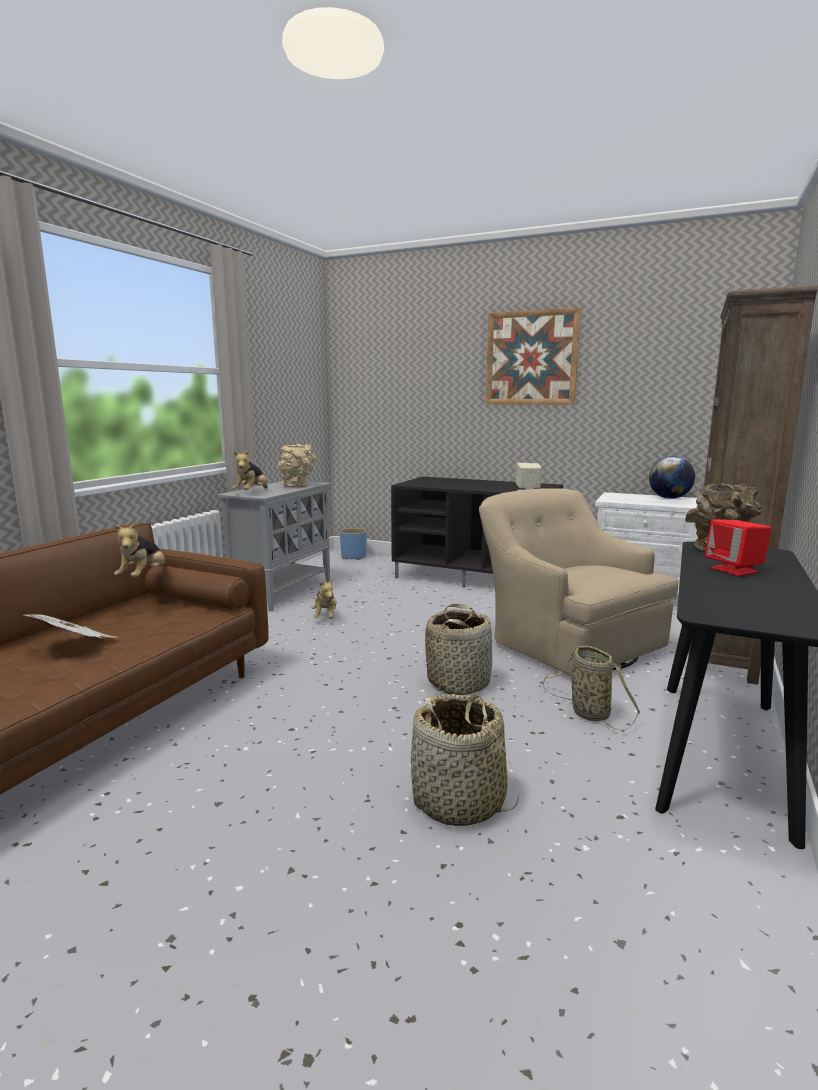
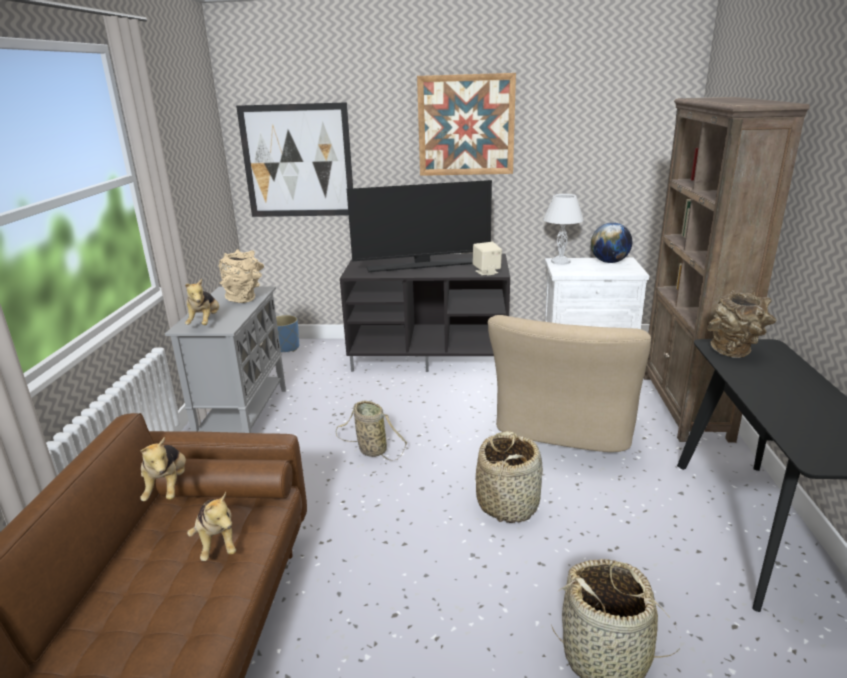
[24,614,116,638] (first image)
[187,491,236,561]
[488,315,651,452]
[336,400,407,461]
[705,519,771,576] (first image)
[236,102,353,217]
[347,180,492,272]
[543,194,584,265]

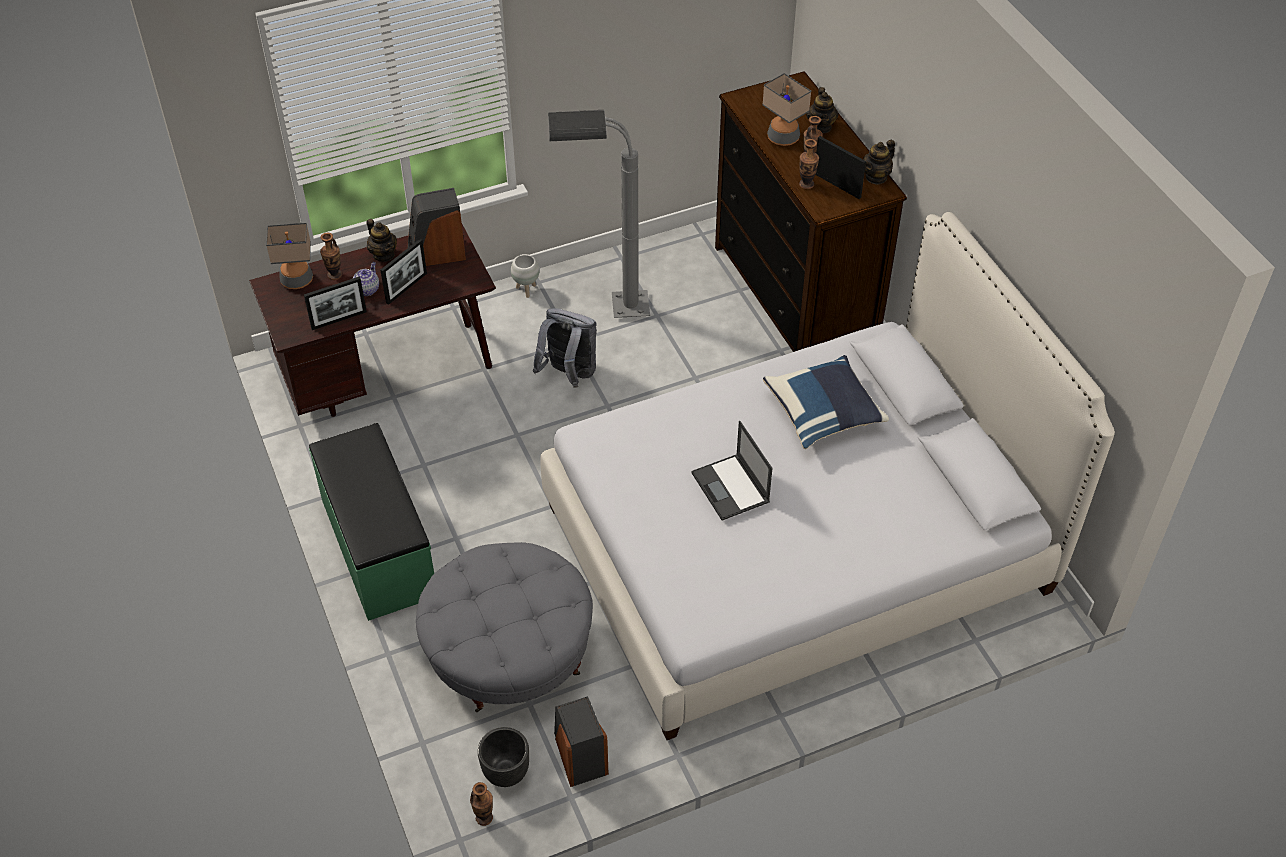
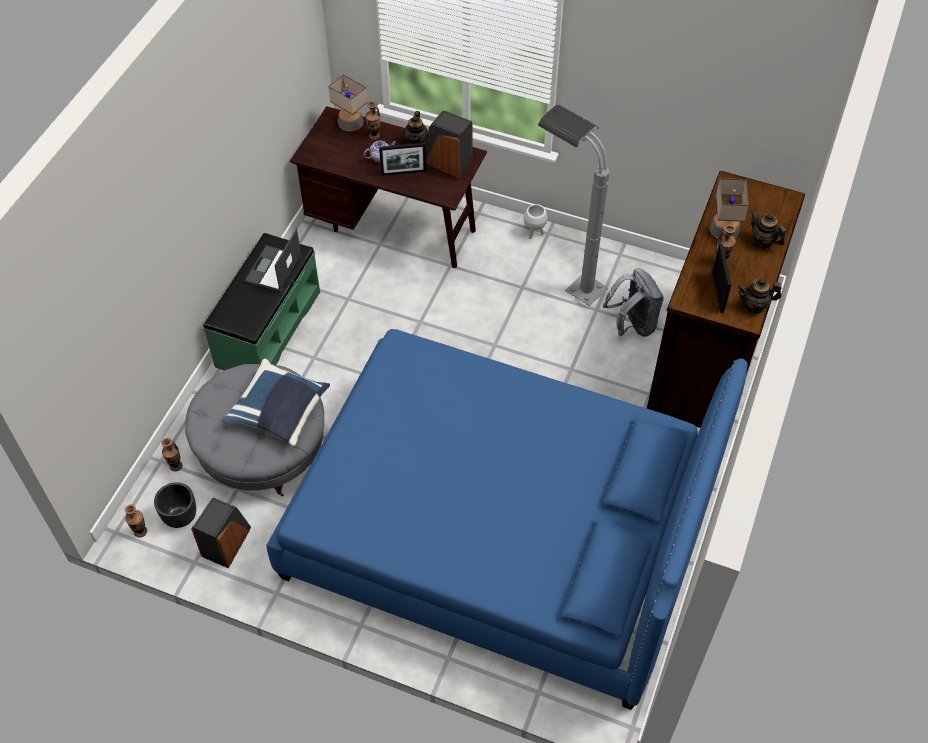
[304,277,367,330] (first image)
[603,268,663,337]
[267,329,748,710]
[244,229,302,292]
[223,358,330,446]
[161,438,182,472]
[751,211,786,249]

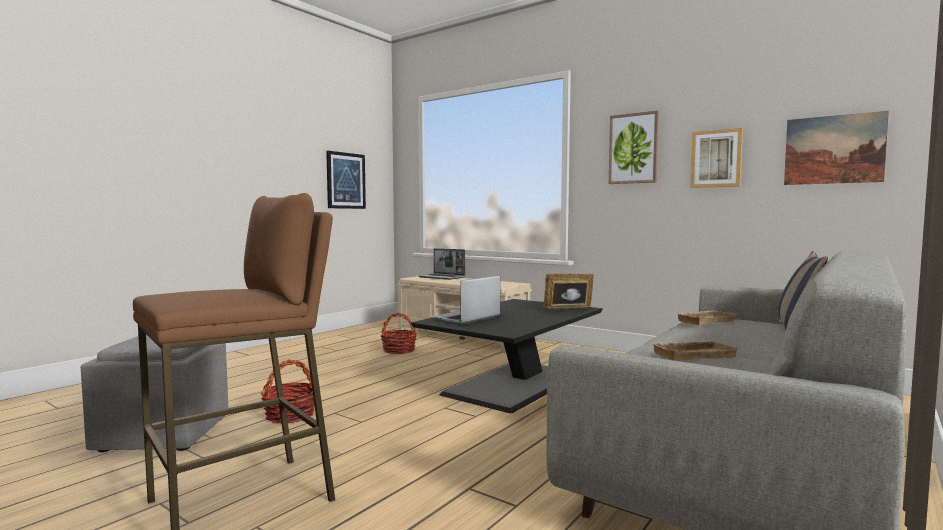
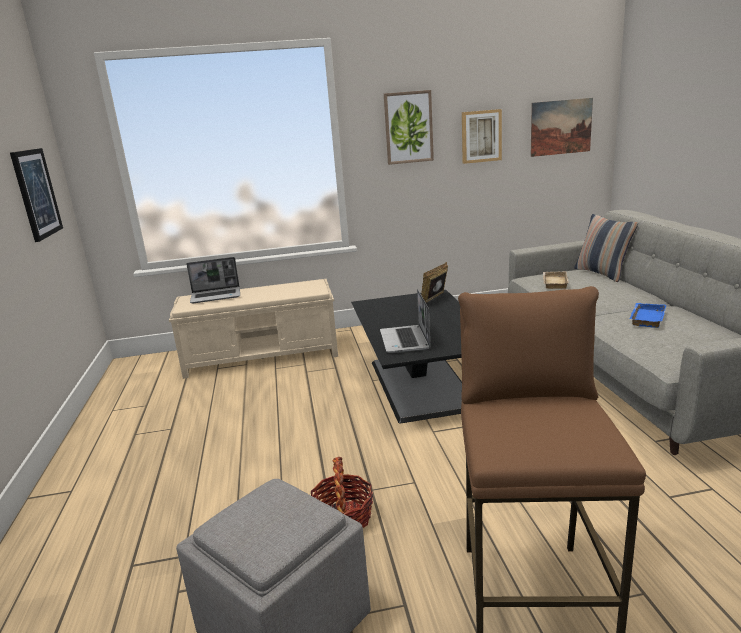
[381,313,417,354] (first image)
[630,303,666,328]

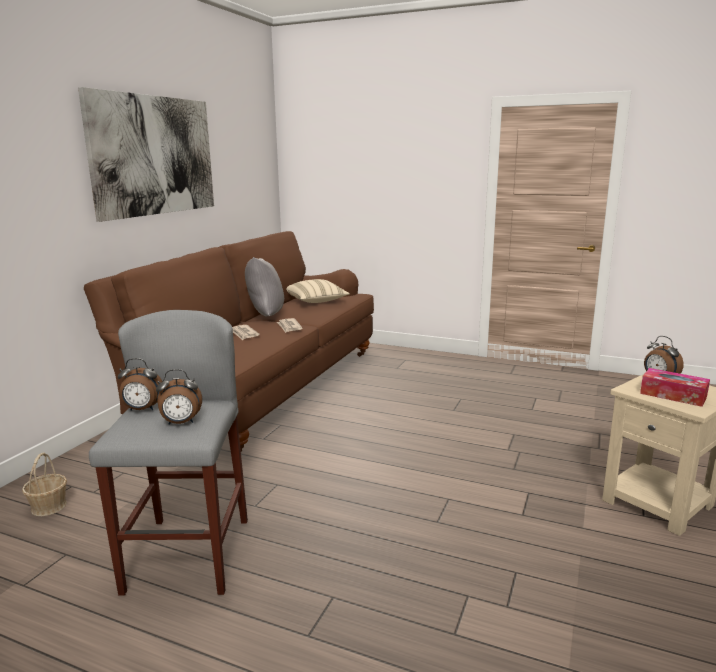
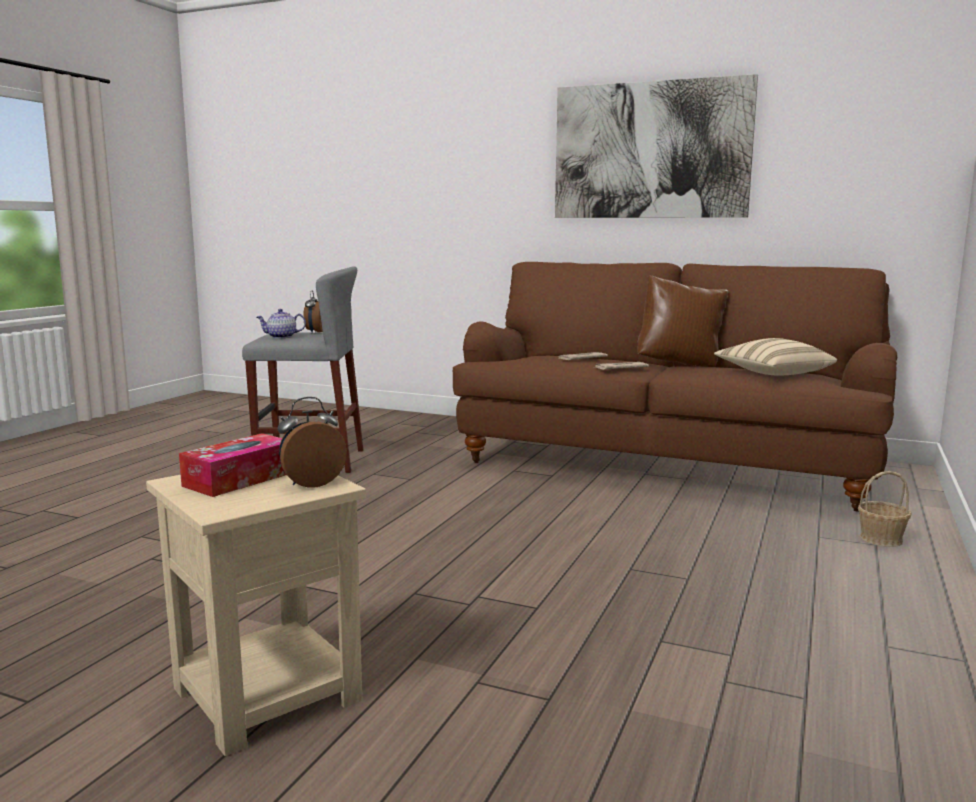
[858,471,912,547]
[257,309,306,338]
[638,274,728,367]

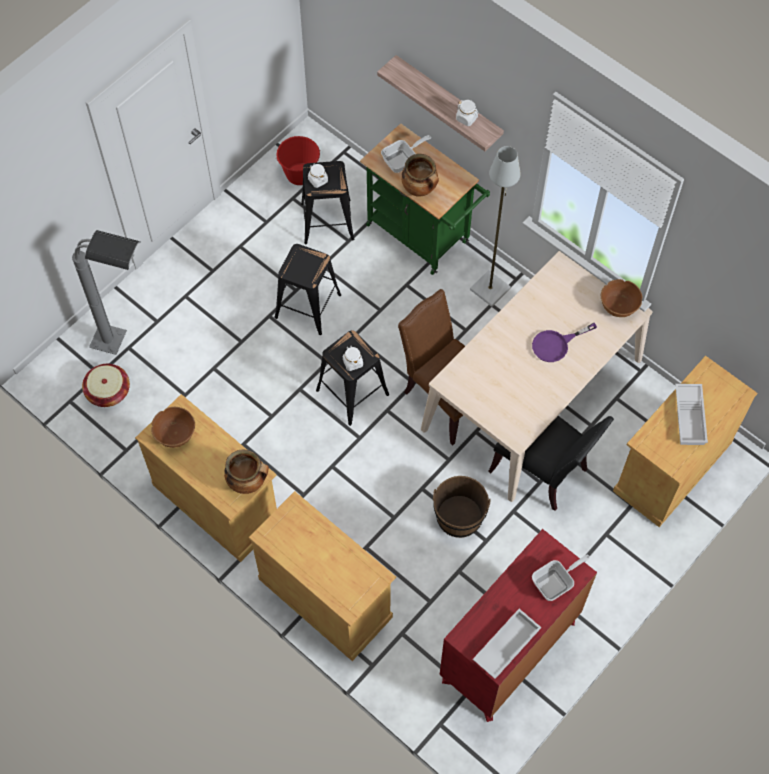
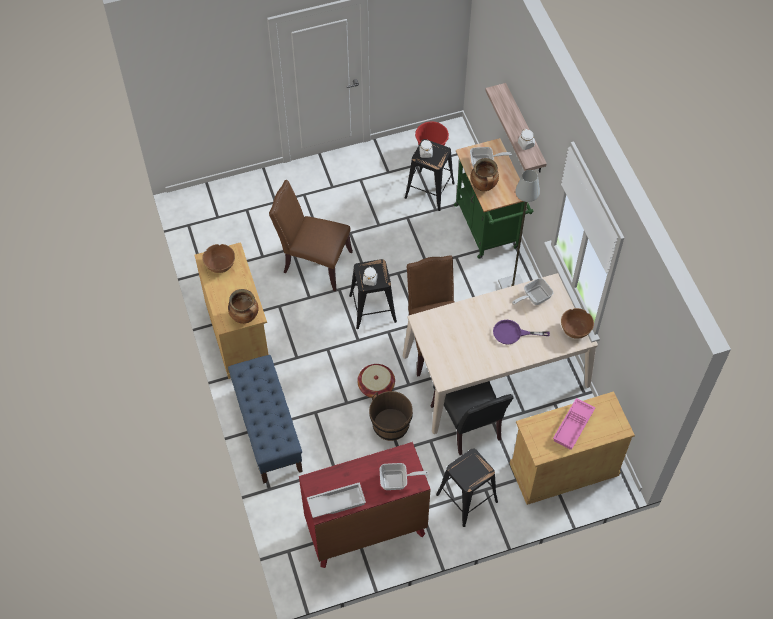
[72,230,141,355] (first image)
[357,364,395,398]
[228,355,303,484]
[436,449,498,527]
[553,398,595,450]
[269,180,353,291]
[512,278,553,305]

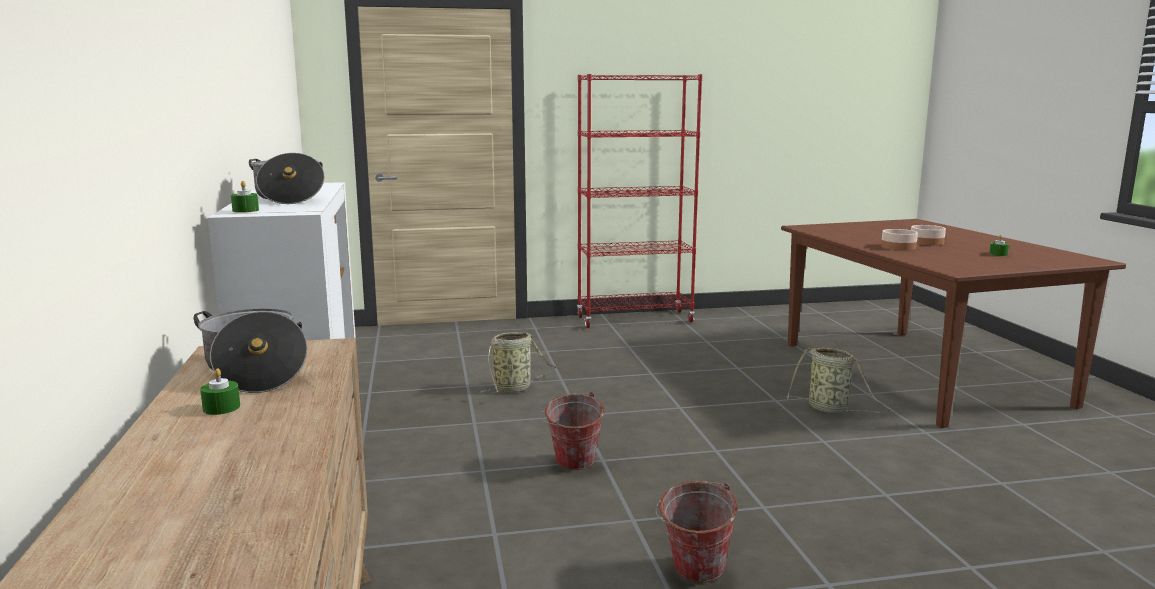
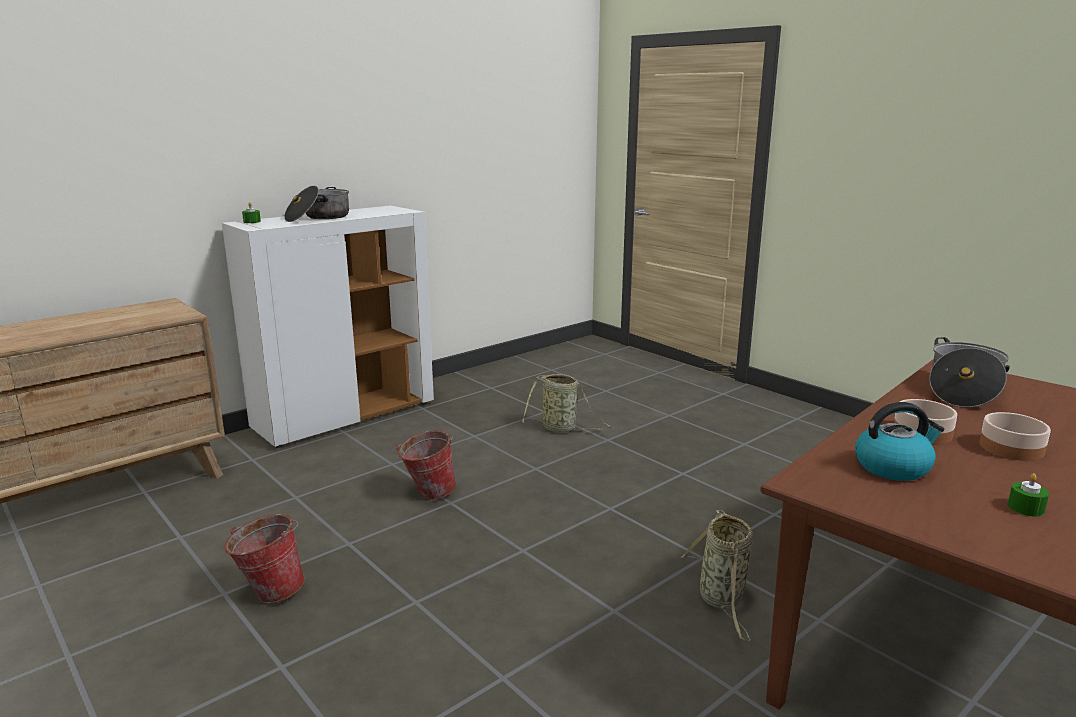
[929,337,1010,408]
[200,368,240,415] (first image)
[577,74,702,328] (first image)
[855,402,944,481]

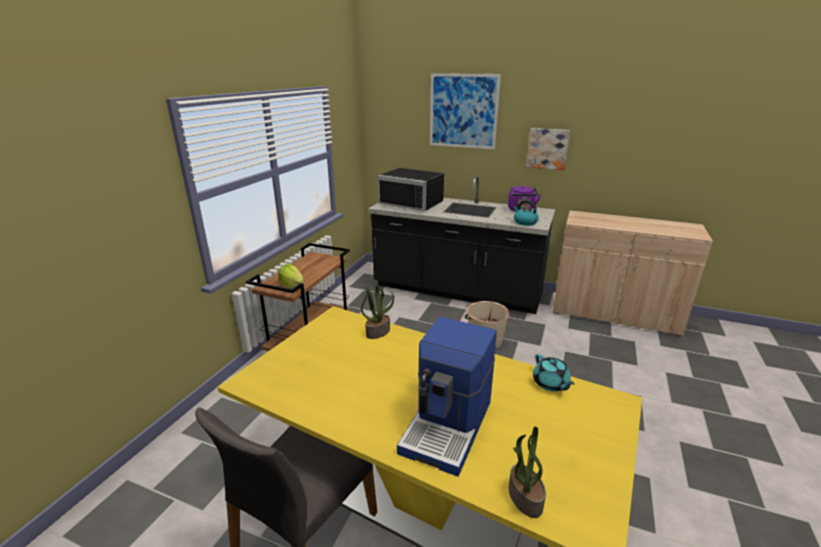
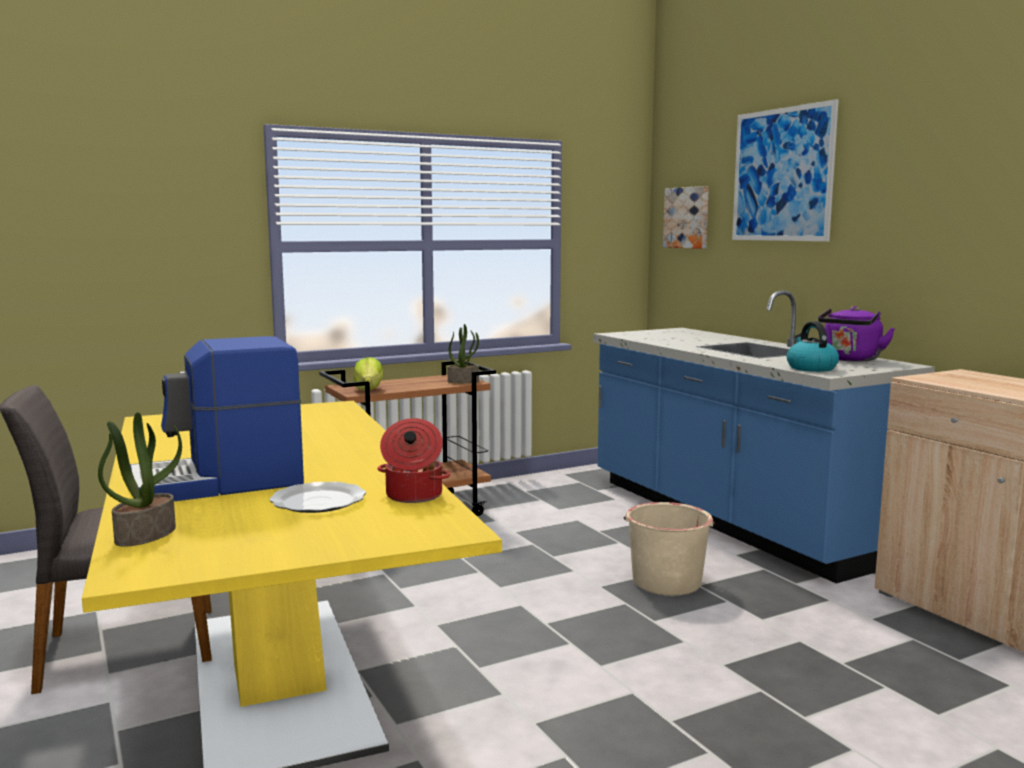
[448,324,479,383]
[593,290,935,583]
[378,168,444,211] (first image)
[663,186,709,249]
[378,418,450,503]
[269,482,366,513]

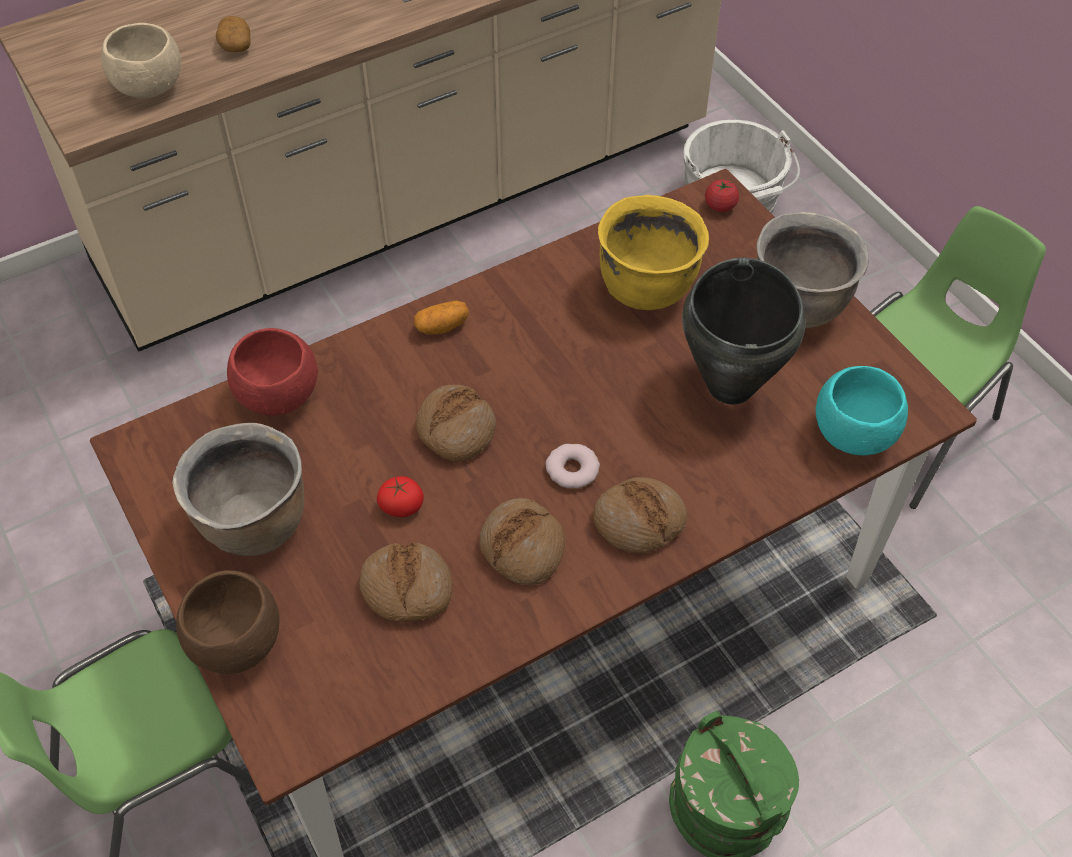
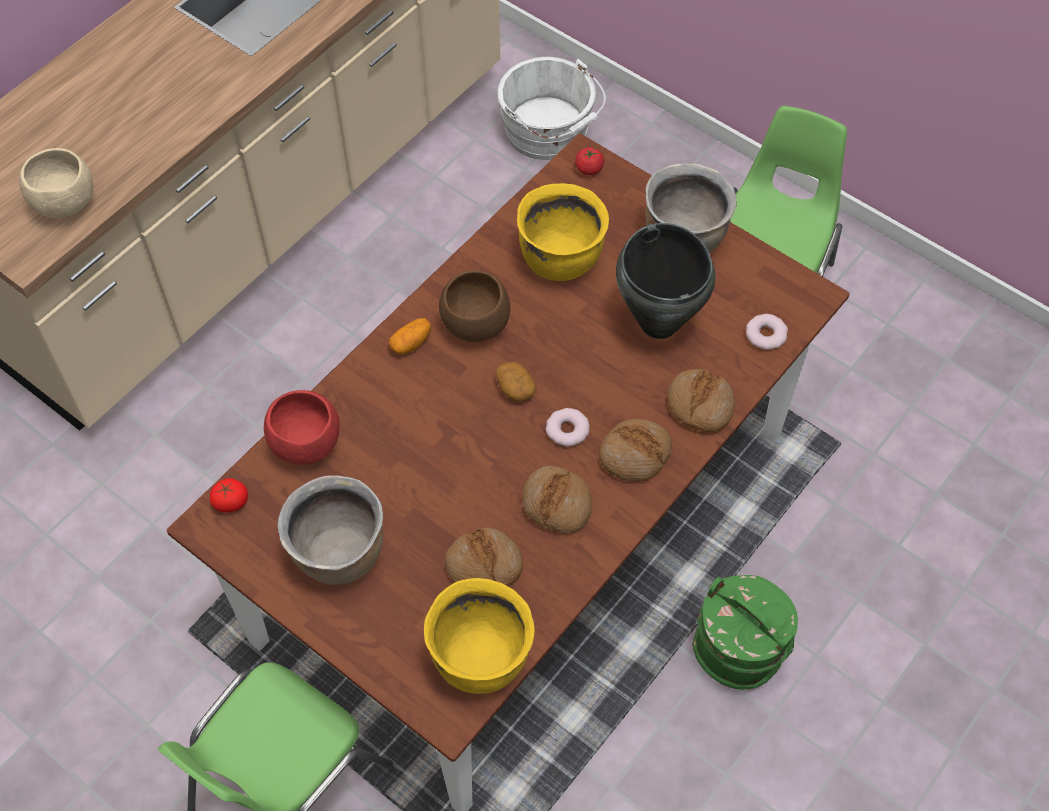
[439,270,510,342]
[496,362,536,402]
[210,478,248,512]
[668,369,735,432]
[746,314,788,350]
[424,578,535,694]

